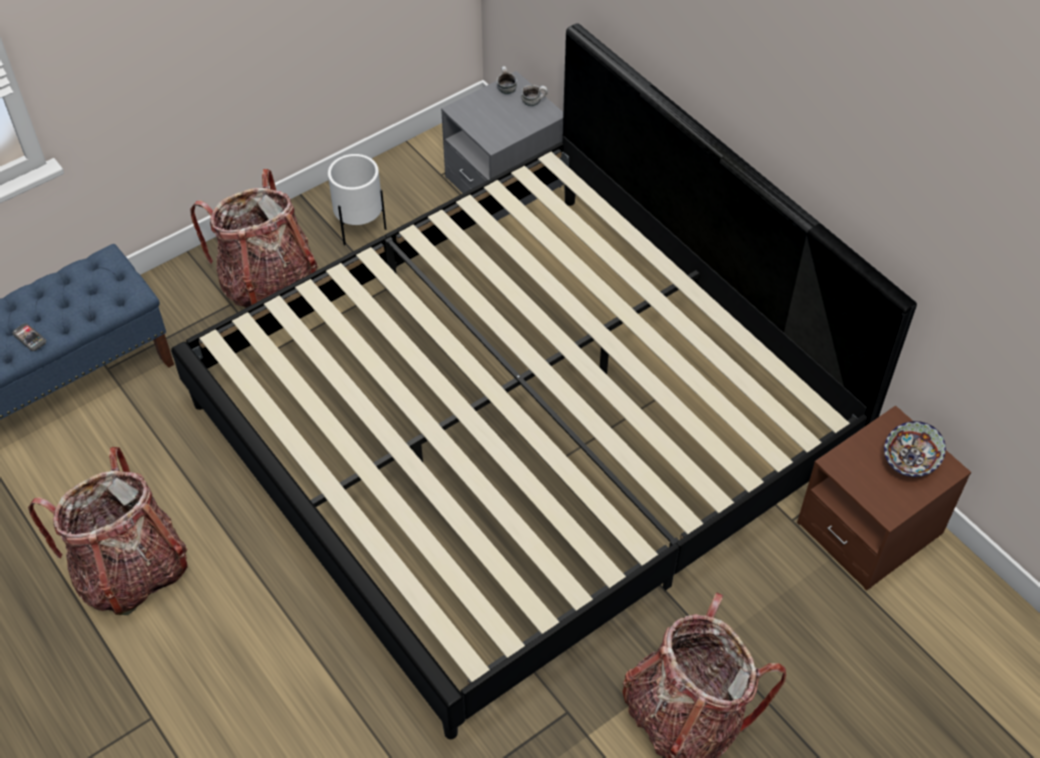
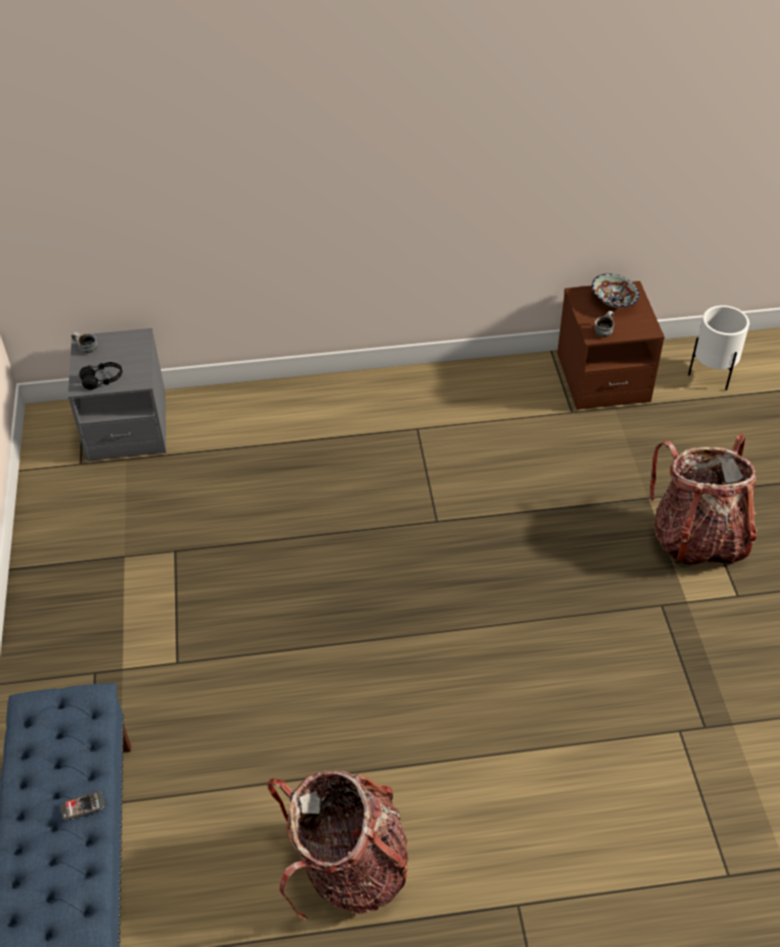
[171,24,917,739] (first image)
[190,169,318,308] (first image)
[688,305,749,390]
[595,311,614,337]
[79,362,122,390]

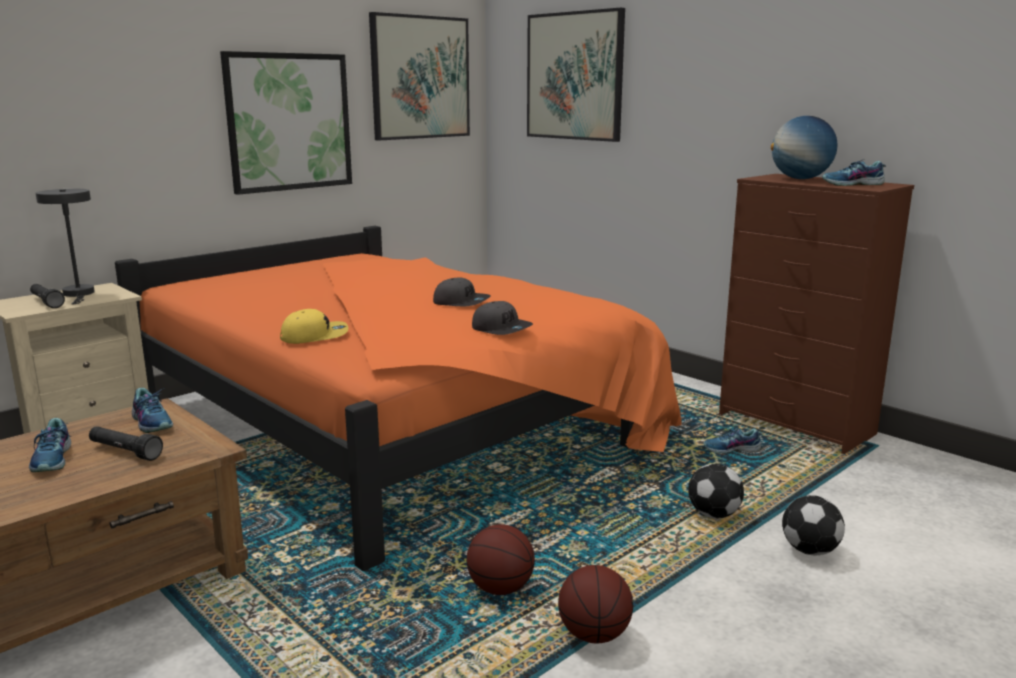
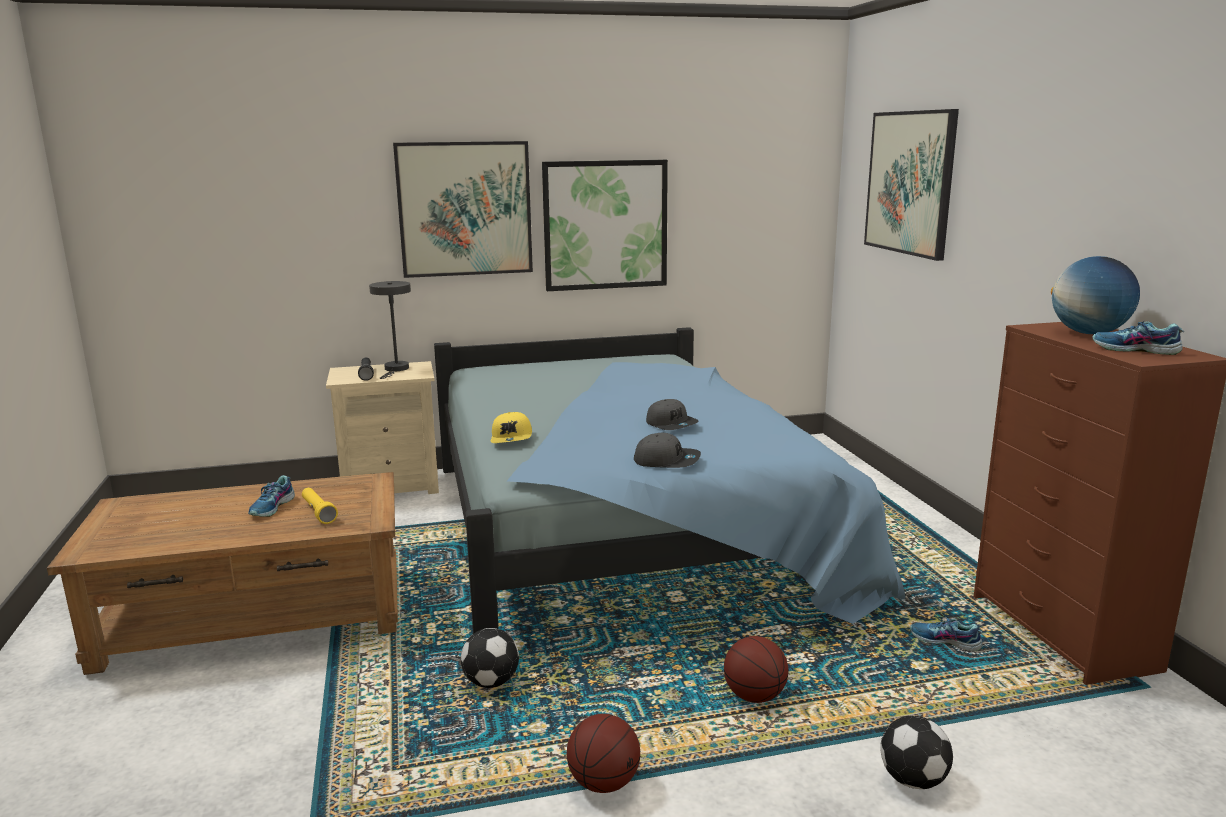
[302,488,338,524]
[434,327,905,634]
[132,388,173,433] (first image)
[491,412,532,443]
[393,141,533,278]
[724,636,789,703]
[634,433,701,468]
[461,628,519,688]

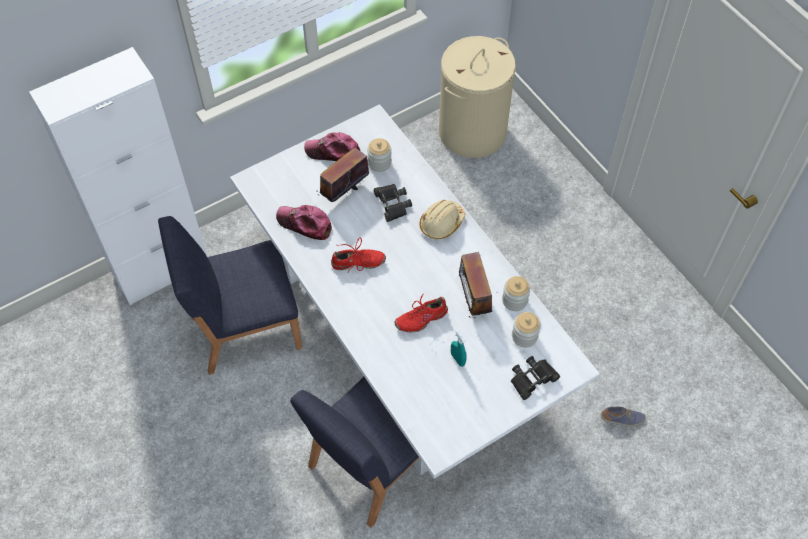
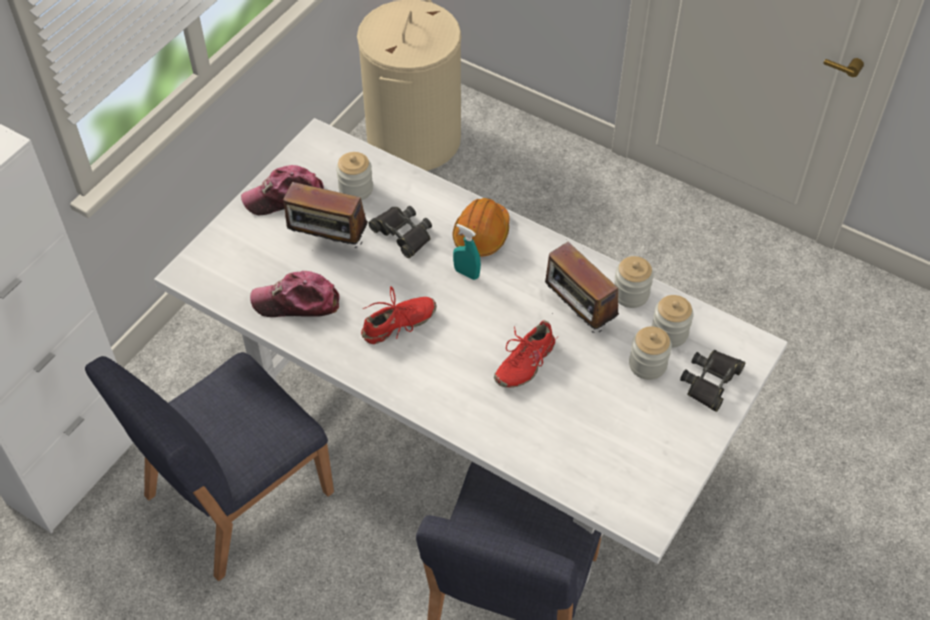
[283,182,368,249]
[453,198,510,257]
[453,224,481,280]
[601,407,646,427] (first image)
[629,326,672,380]

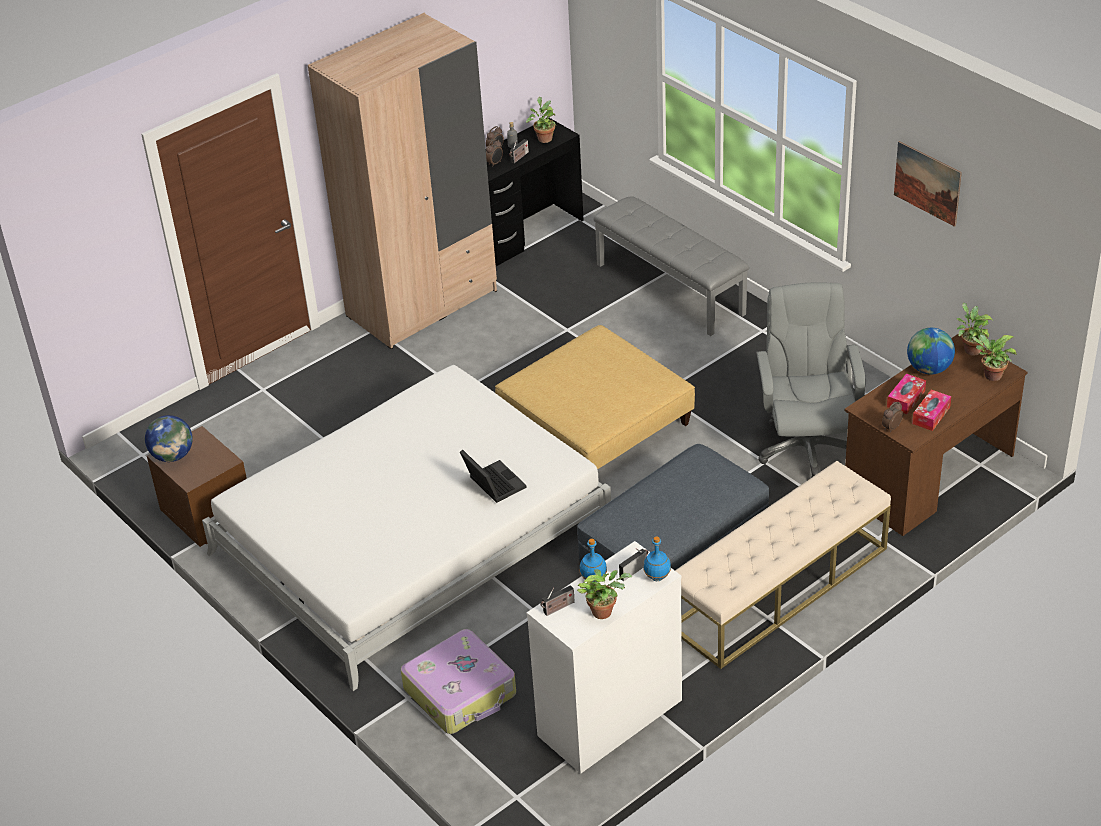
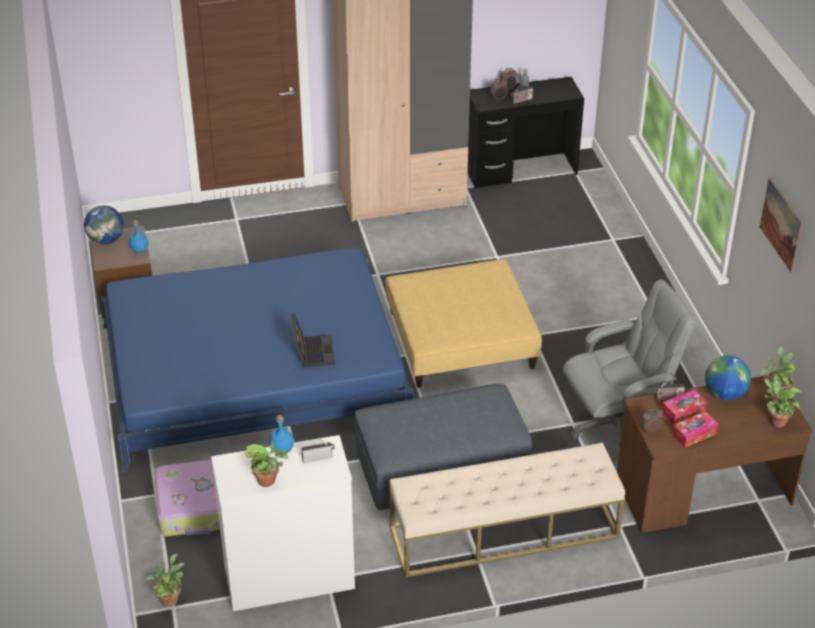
[100,248,413,472]
[145,554,185,607]
[654,380,685,400]
[594,196,749,336] (first image)
[129,220,149,255]
[563,279,696,447]

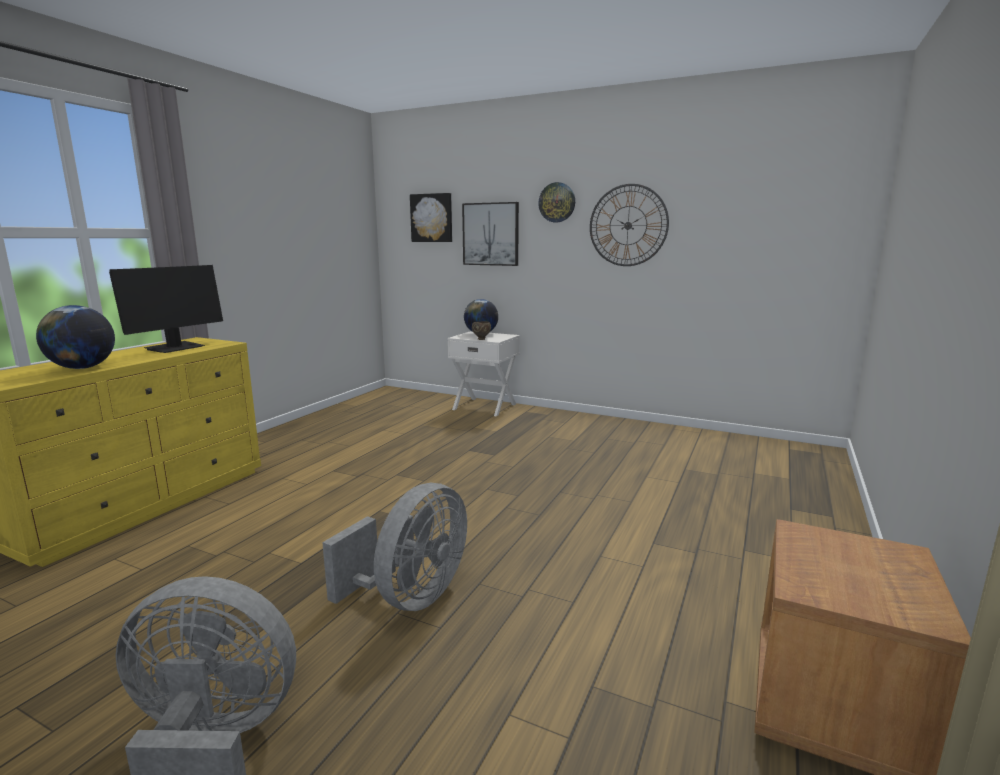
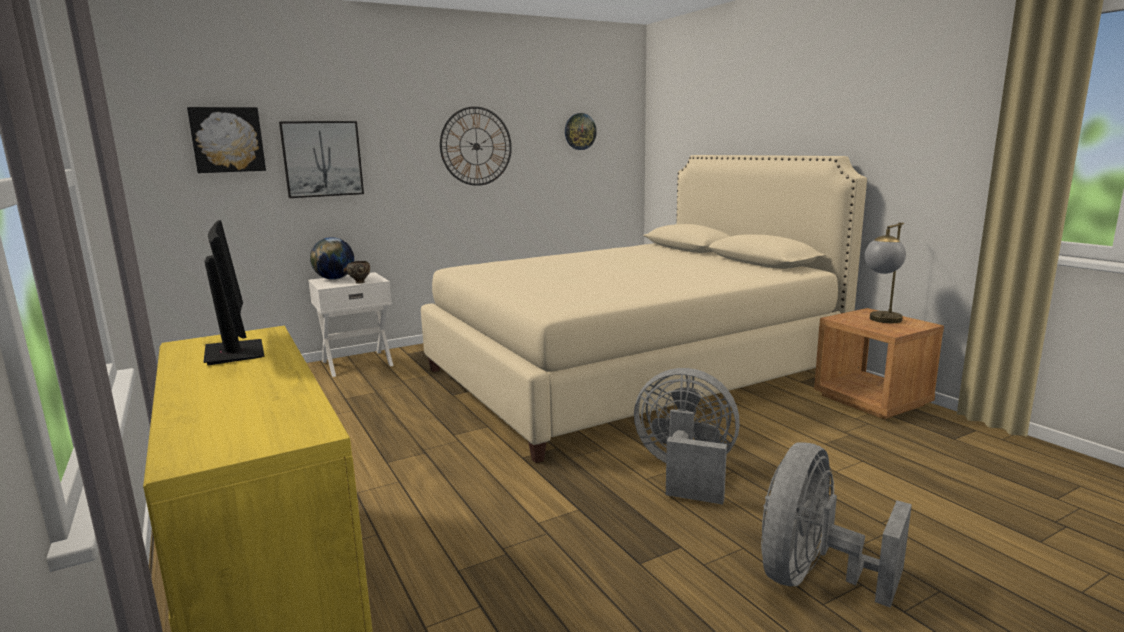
[36,305,115,369] (first image)
[634,368,740,505]
[565,113,597,150]
[421,155,867,463]
[865,223,906,323]

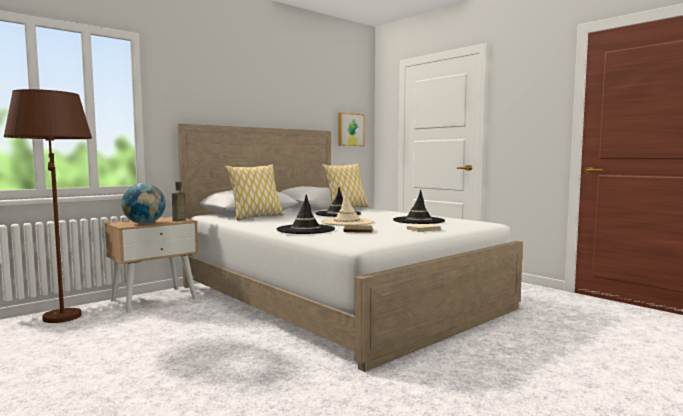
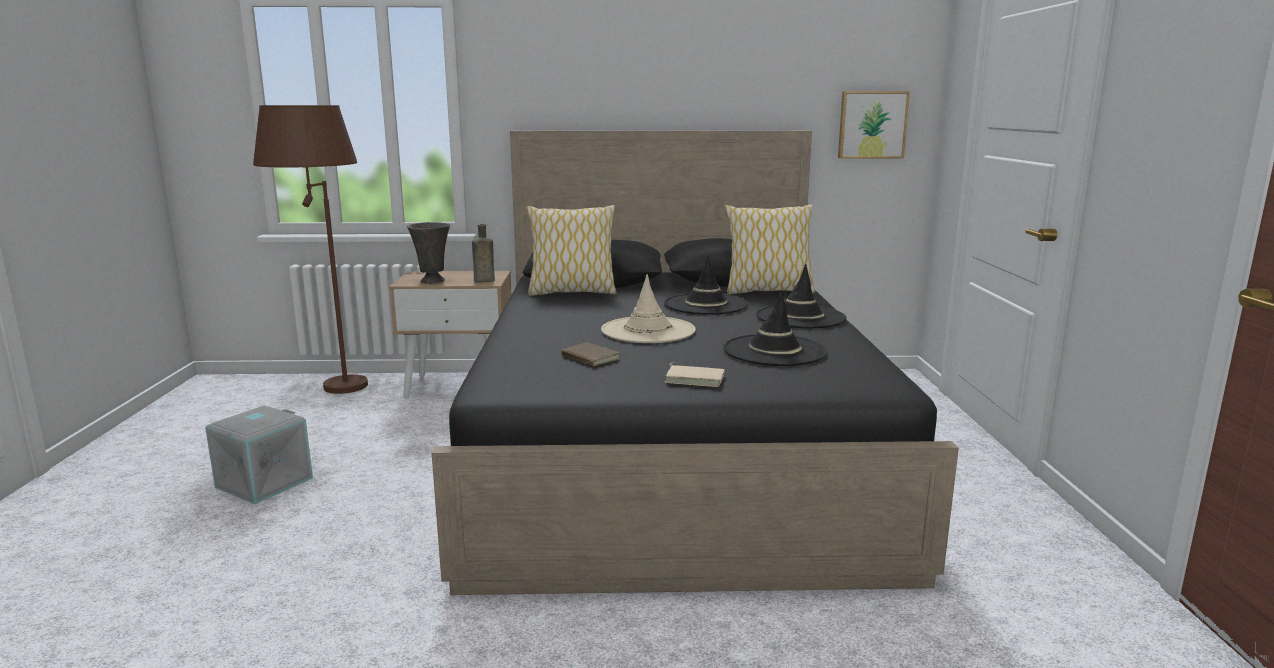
[407,222,450,284]
[432,131,959,595]
[756,264,846,328]
[205,405,313,504]

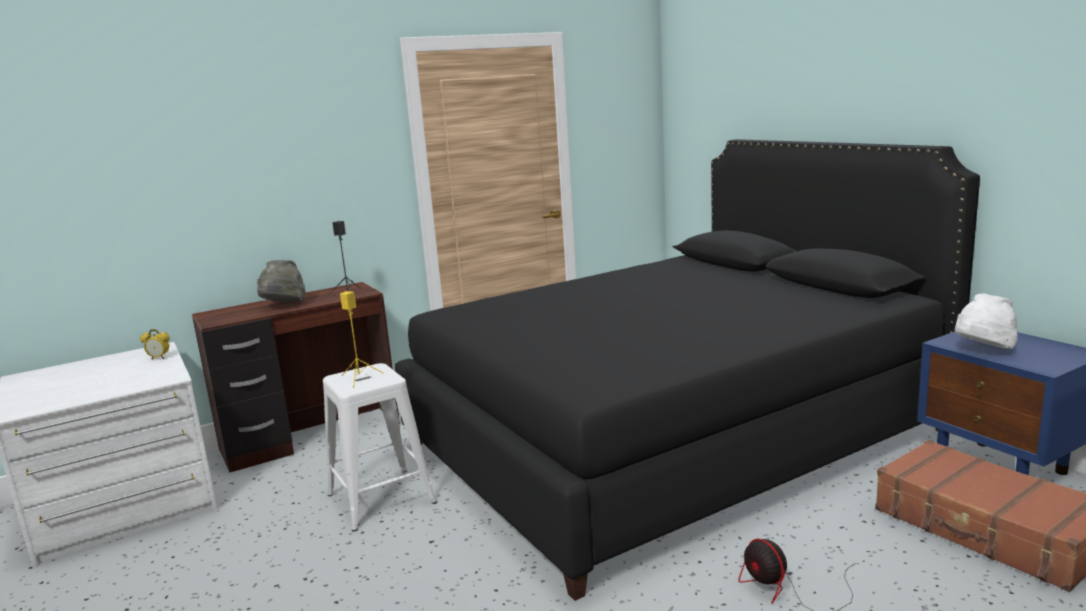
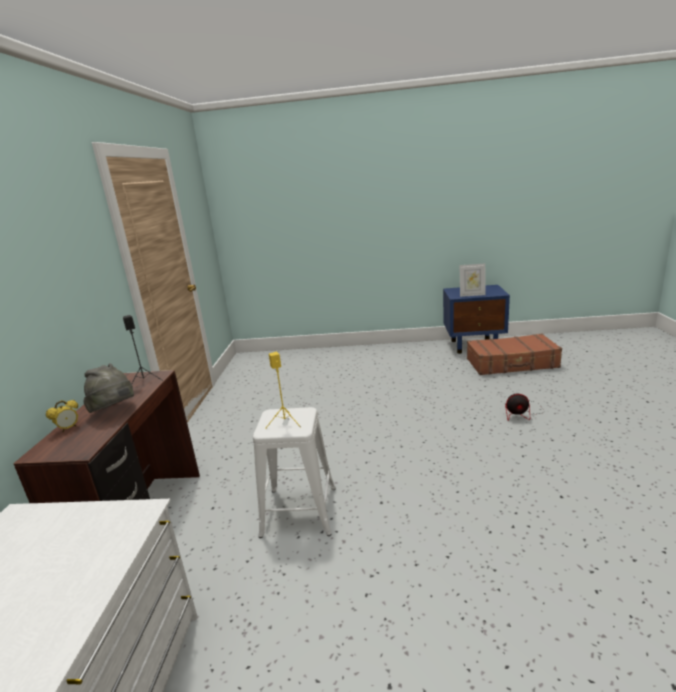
[46,400,78,432]
[395,139,980,601] (first image)
[460,264,486,297]

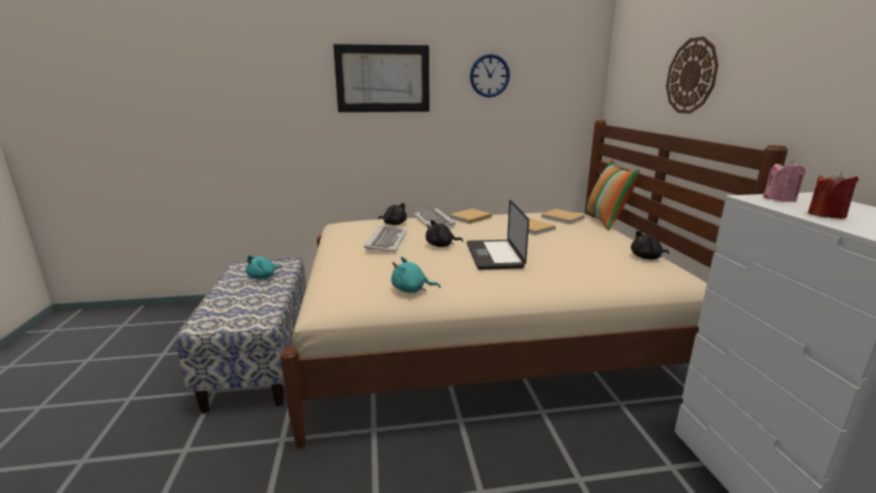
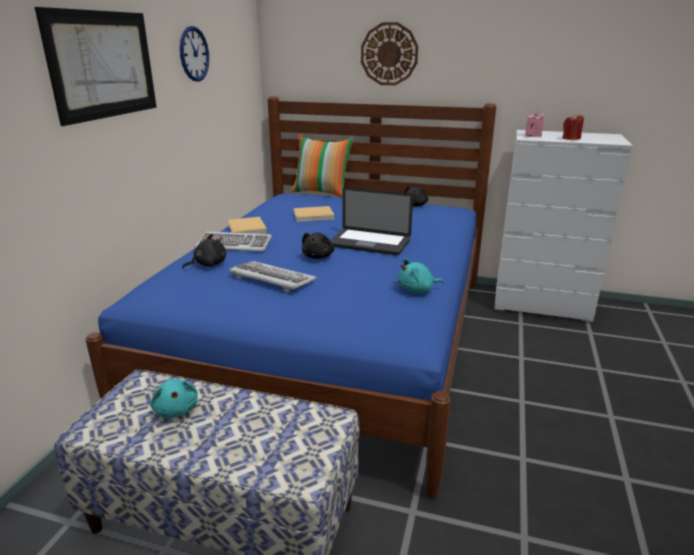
[85,96,496,499]
[398,258,444,293]
[541,209,585,224] (first image)

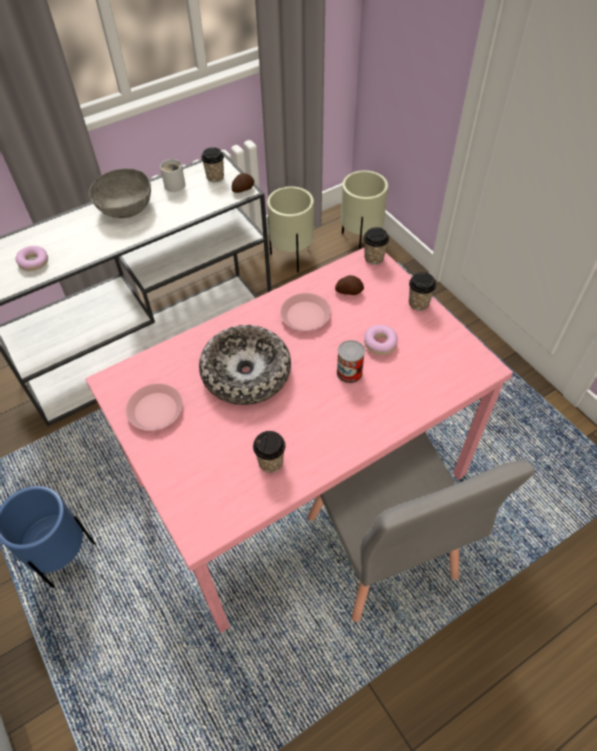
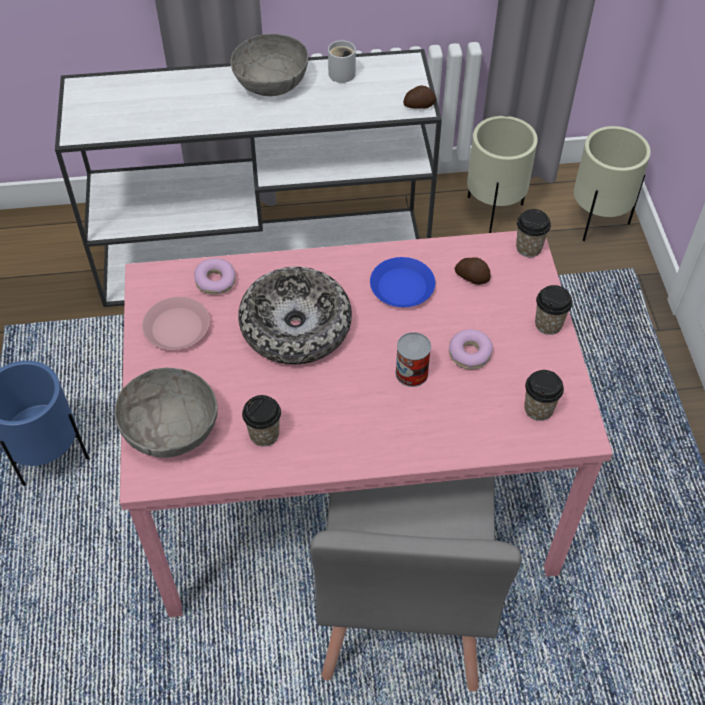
[194,258,236,295]
[524,370,564,421]
[370,257,435,307]
[115,368,217,458]

